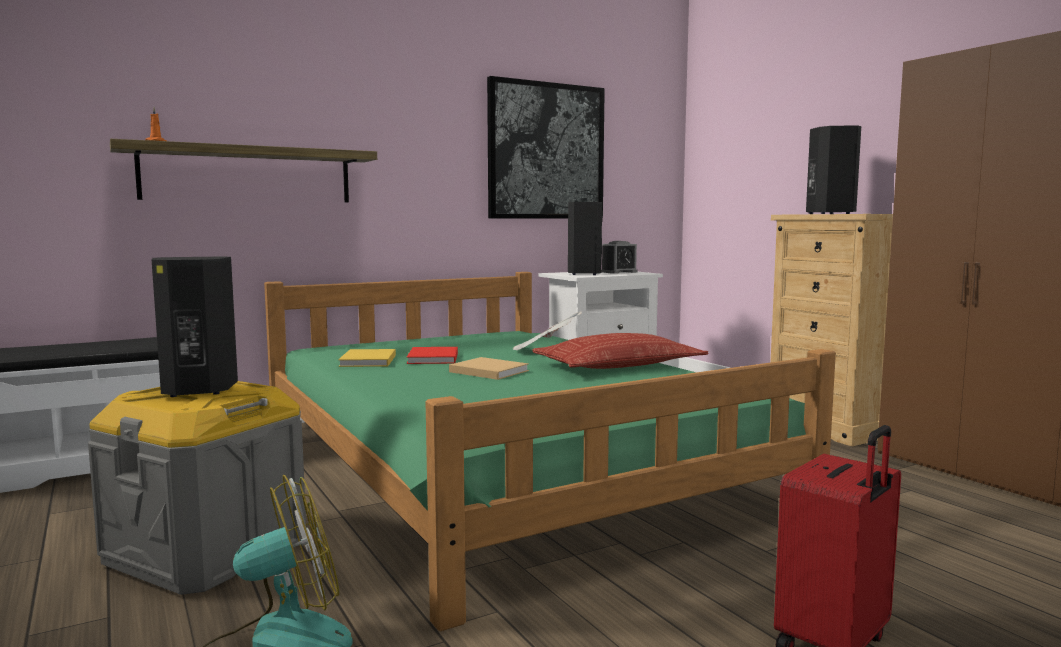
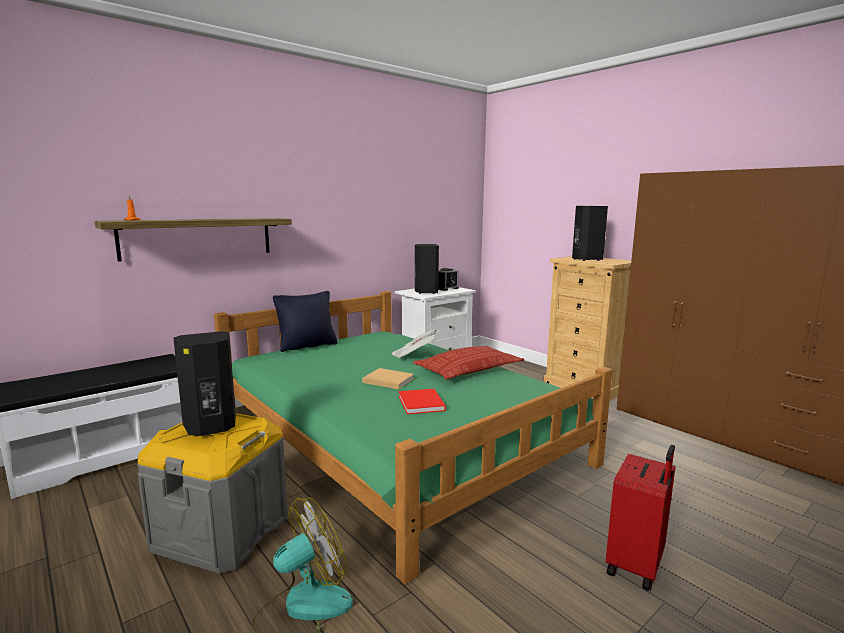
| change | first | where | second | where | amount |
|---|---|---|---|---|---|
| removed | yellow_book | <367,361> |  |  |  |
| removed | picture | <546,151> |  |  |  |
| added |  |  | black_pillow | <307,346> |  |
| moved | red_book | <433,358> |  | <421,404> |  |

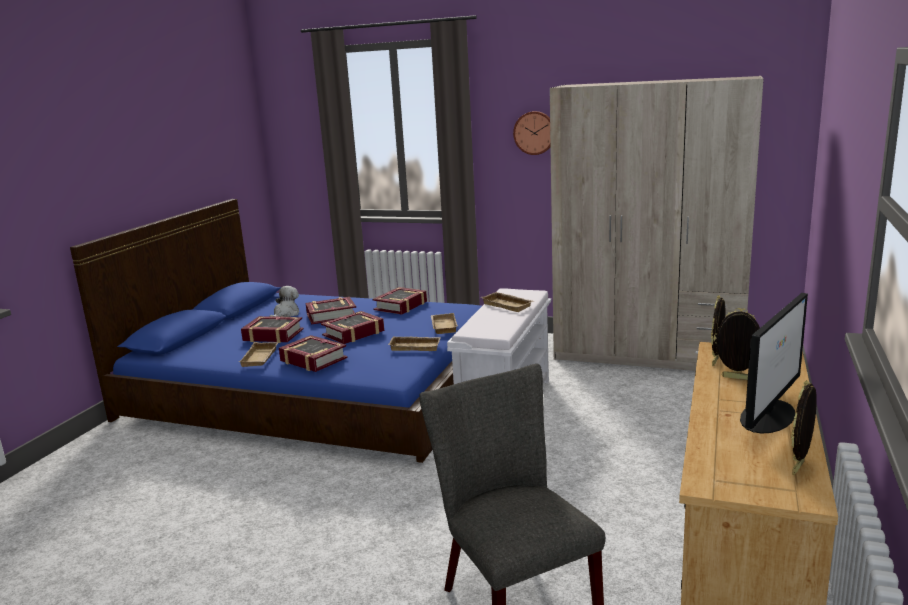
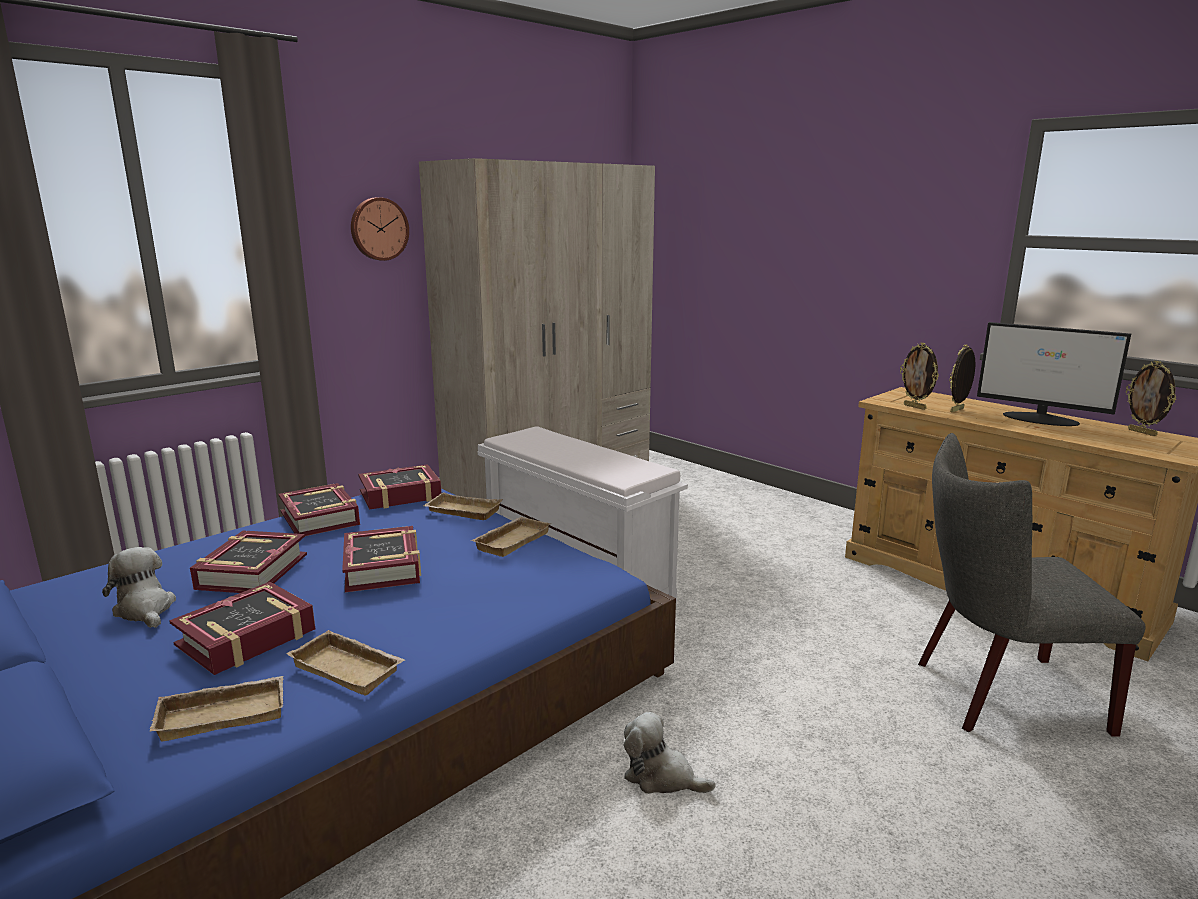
| change | first | where | second | where | amount |
|---|---|---|---|---|---|
| added |  |  | plush_toy | <661,777> |  |
| moved | book | <313,359> |  | <400,495> |  |
| moved | beige_tray | <508,305> |  | <224,713> |  |
| turned | monitor | <768,415> |  | <1041,419> | 150 degrees clockwise |

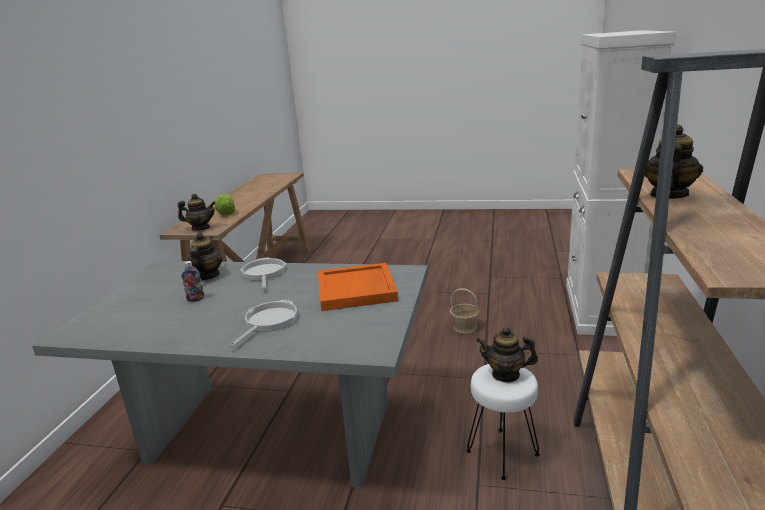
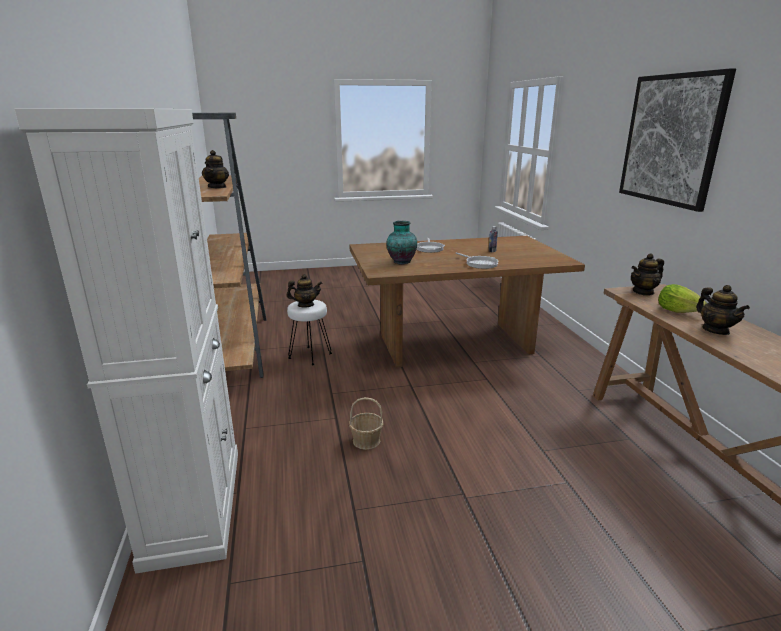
| change | first | where | second | where | amount |
|---|---|---|---|---|---|
| added |  |  | picture | <671,140> |  |
| moved | teapot | <207,276> |  | <715,330> |  |
| replaced | orange_tray | <357,290> | vase | <401,262> |  |
| recoloured | grey_dining_table | <270,432> | brown_dining_table | <454,343> |  |

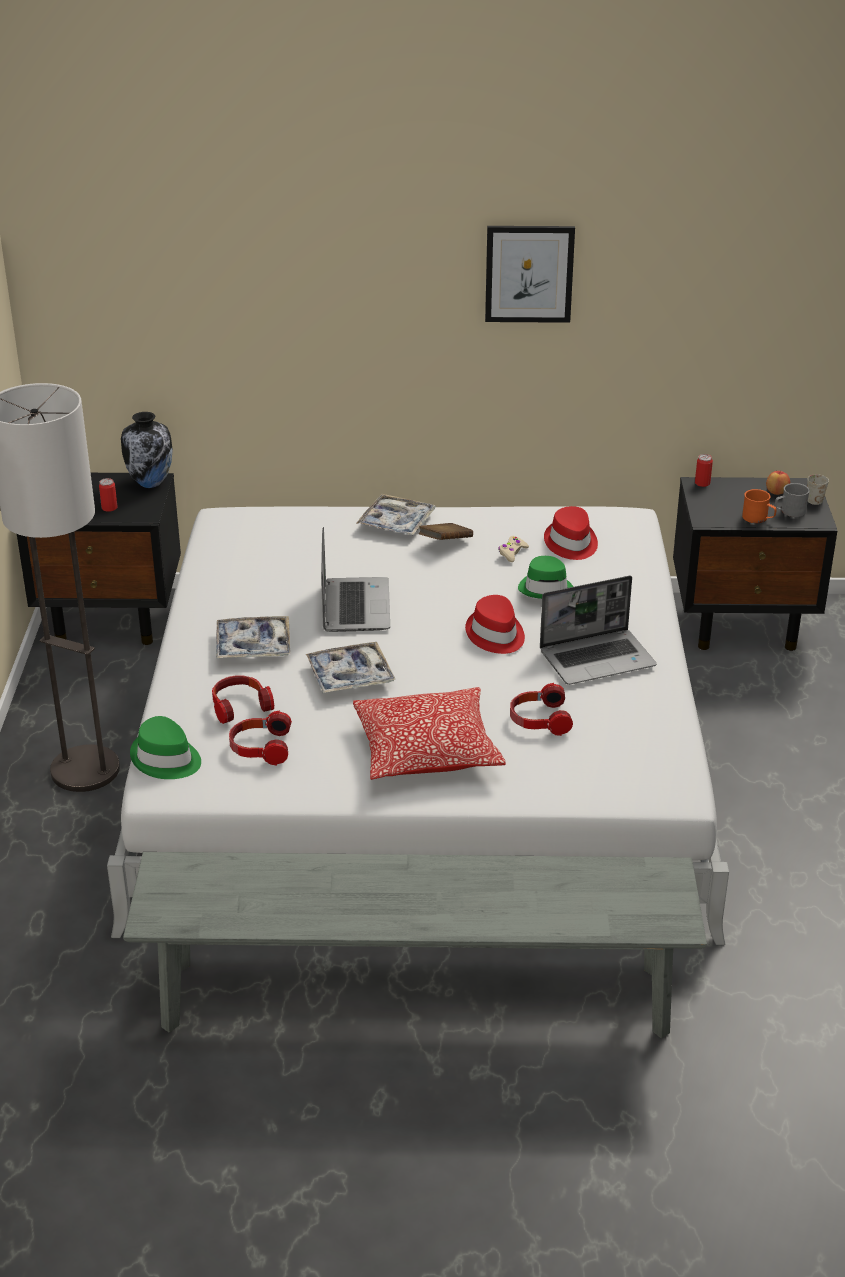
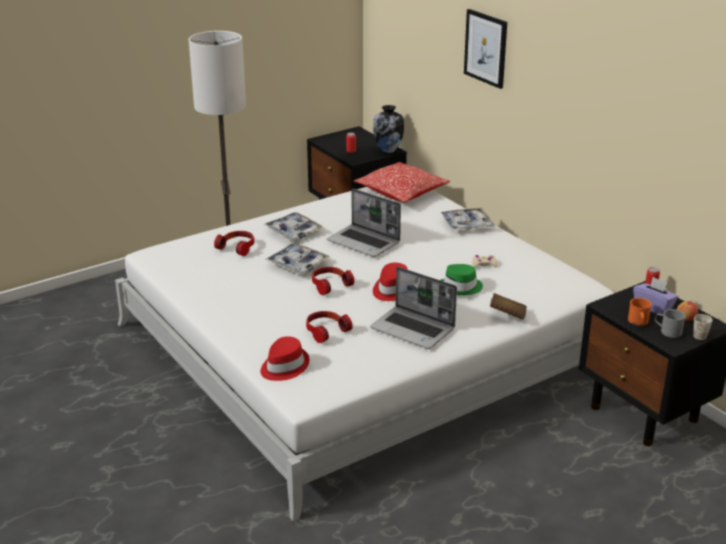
| change | first | where | second | where | amount |
|---|---|---|---|---|---|
| removed | grey_bench | <416,997> |  |  |  |
| removed | green_hat | <166,759> |  |  |  |
| added |  |  | purple_tissue_box | <653,307> |  |
| moved | headphones | <260,748> |  | <329,285> |  |
| moved | pillow | <427,751> |  | <401,193> |  |
| moved | brown_book | <445,543> |  | <507,315> |  |
| moved | picture | <529,273> |  | <486,48> |  |
| moved | red_hat | <571,543> |  | <284,366> |  |
| turned | laptop | <354,606> |  | <364,242> | 75 degrees clockwise |

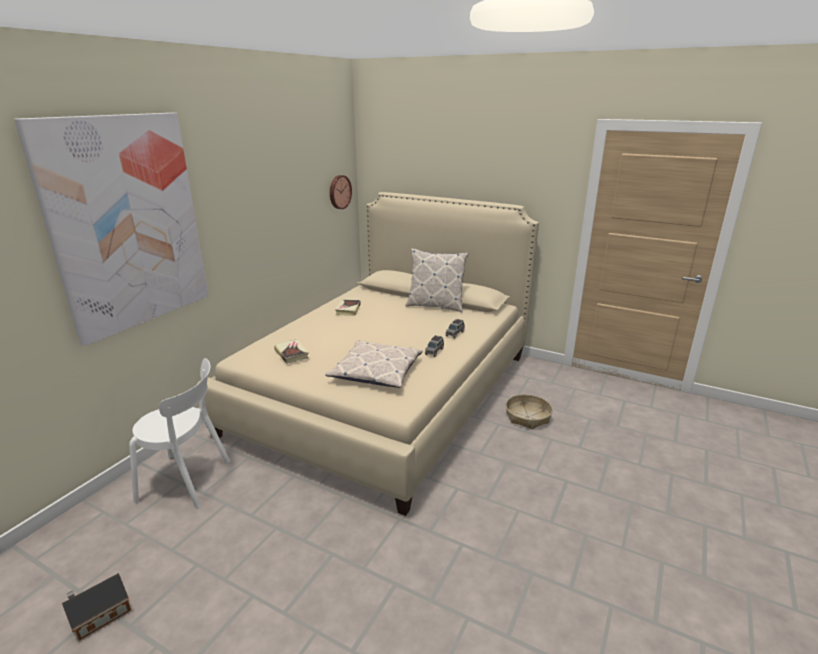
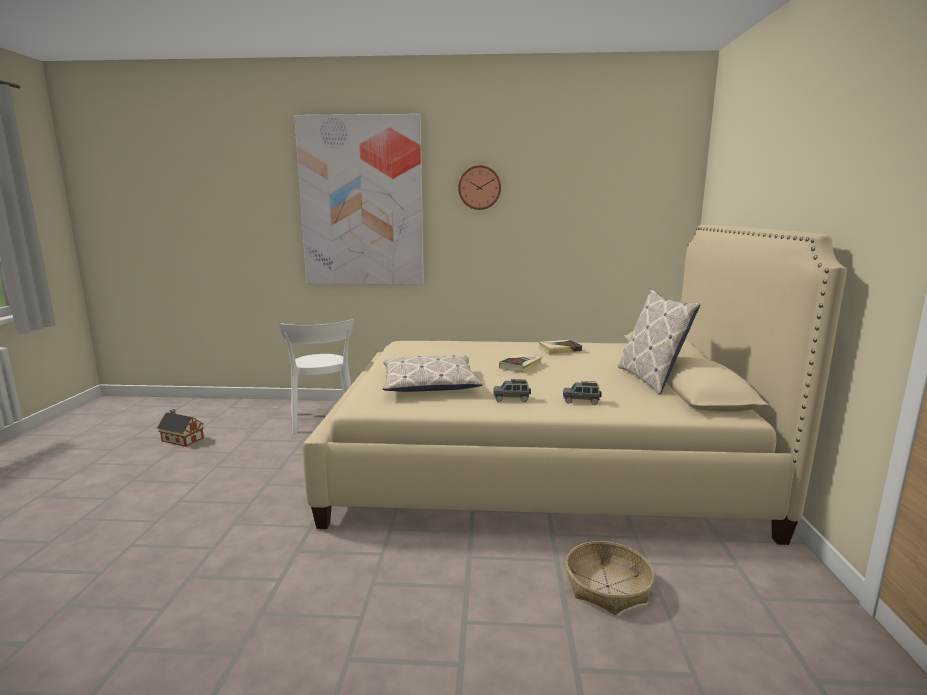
| change | first | where | second | where | amount |
|---|---|---|---|---|---|
| moved | book | <292,354> |  | <521,366> |  |
| moved | wall_clock | <339,192> |  | <479,188> |  |

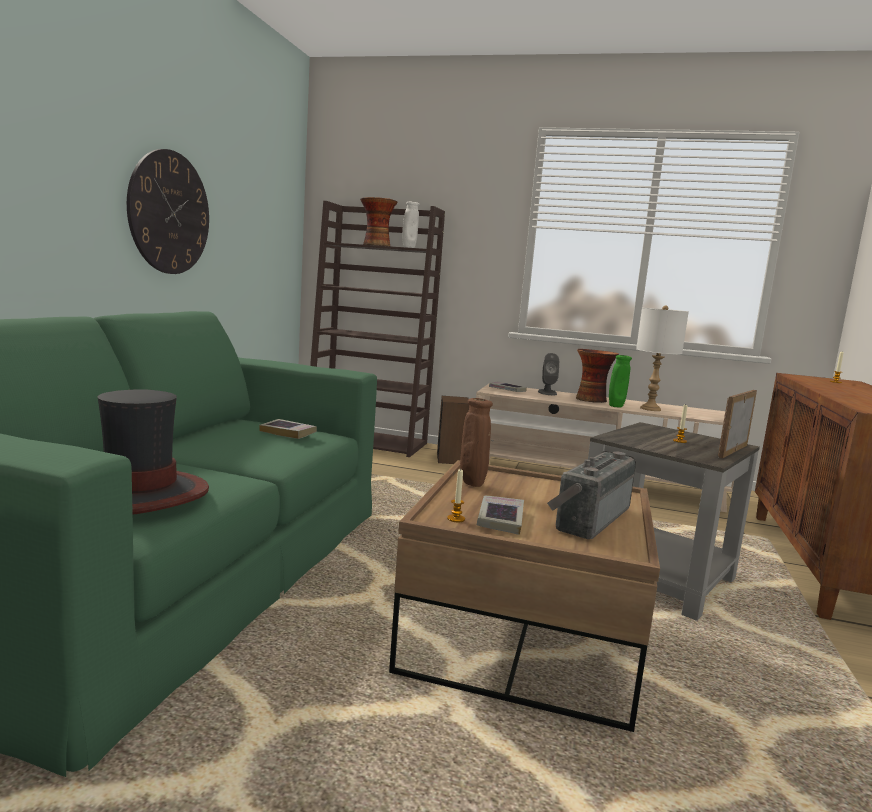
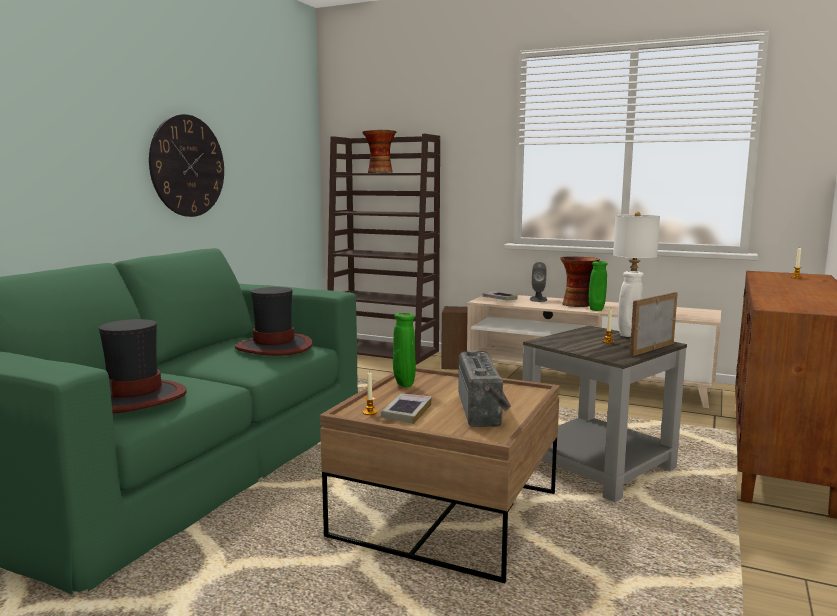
| change | first | where | second | where | amount |
|---|---|---|---|---|---|
| moved | white_vase | <408,248> |  | <628,336> |  |
| replaced | book | <288,432> | hat | <274,347> |  |
| recoloured | brown_vase | <472,484> | green_vase | <404,385> |  |
| turned | radio | <587,518> |  | <484,410> | 135 degrees clockwise |

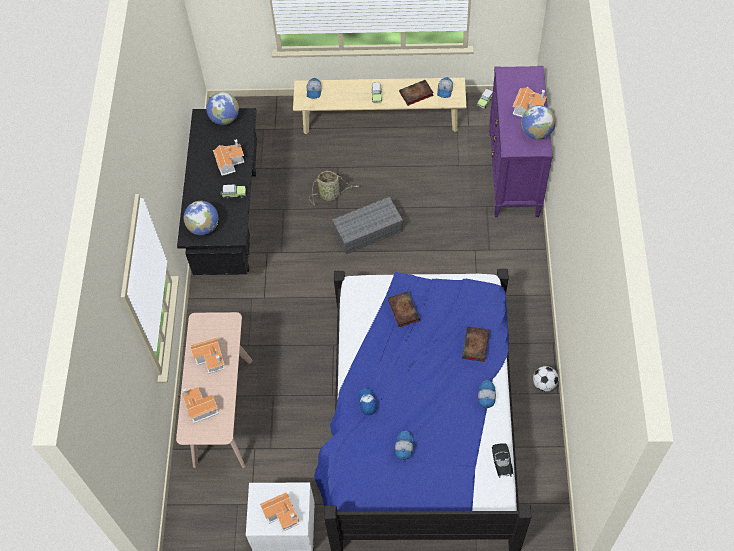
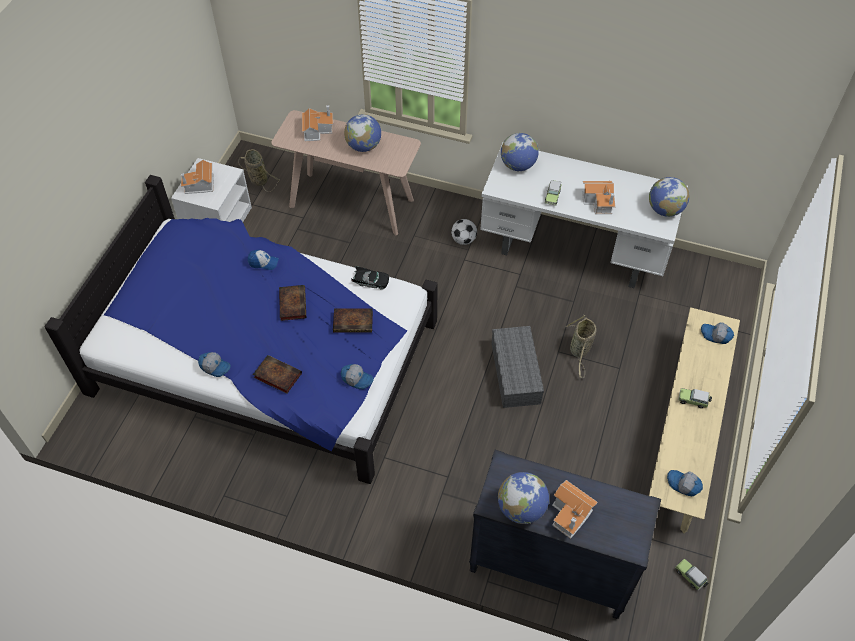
| change | first | where | second | where | amount |
|---|---|---|---|---|---|
| added |  |  | basket | <257,179> |  |
| moved | cap | <403,447> |  | <357,379> |  |
| moved | book | <415,94> |  | <292,303> |  |
| moved | black_toy_car | <501,462> |  | <370,281> |  |
| moved | football | <544,384> |  | <463,240> |  |
| replaced | toy_house | <211,358> | globe | <363,146> |  |
| recoloured | black_desk | <229,220> | white_desk | <573,251> |  |
| recoloured | purple_dresser | <514,174> | black_dresser | <549,566> |  |

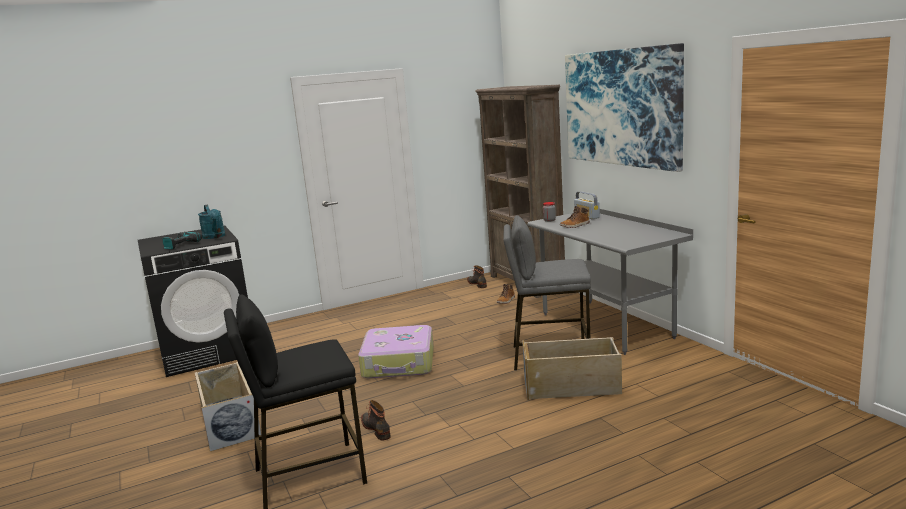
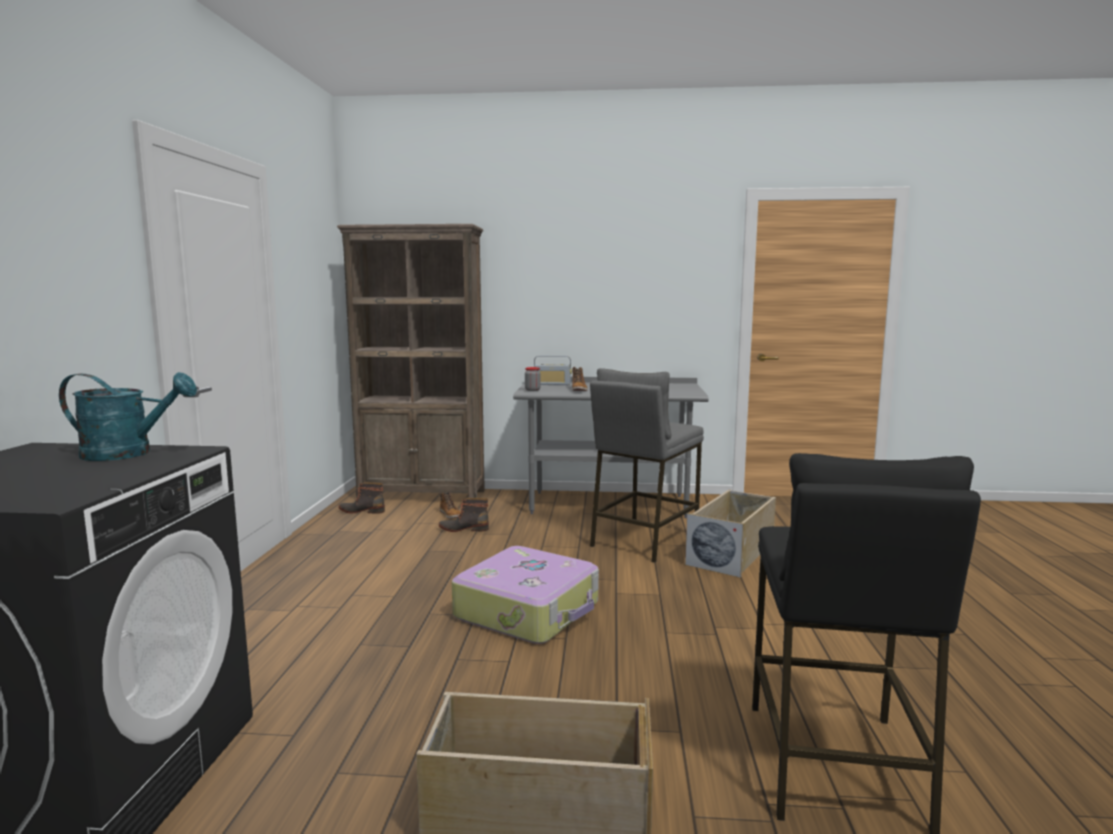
| change | first | where | second | where | amount |
|---|---|---|---|---|---|
| removed | power_drill | <180,245> |  |  |  |
| removed | picture | <621,107> |  |  |  |
| moved | boot | <377,428> |  | <464,529> |  |

